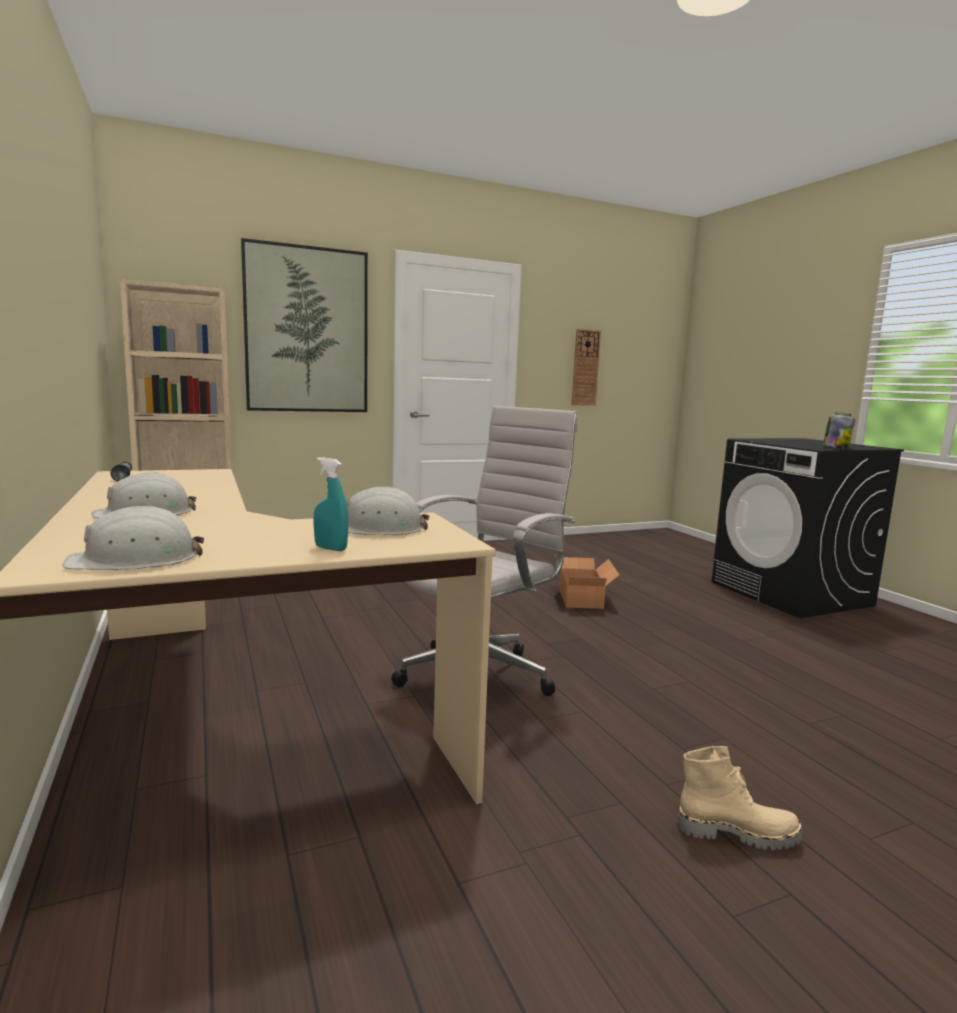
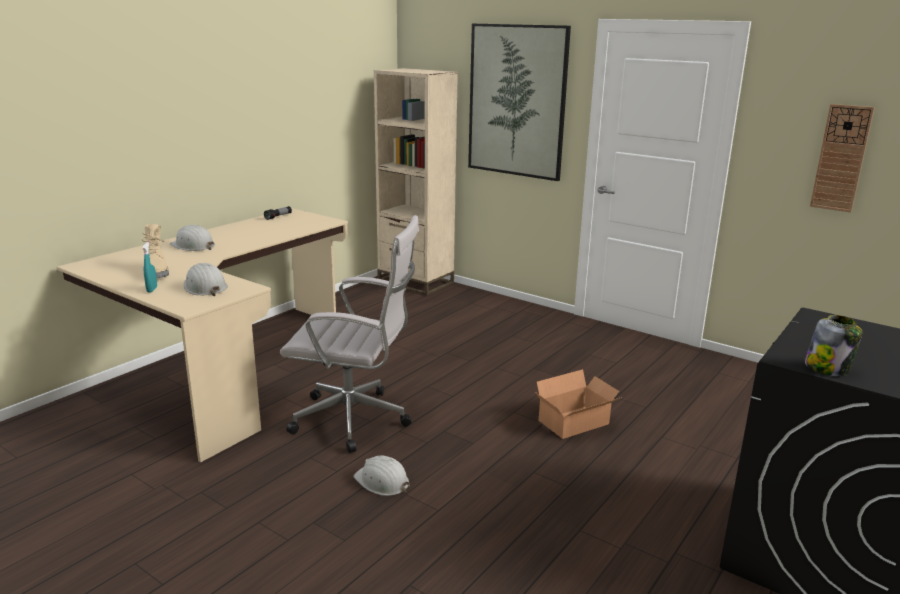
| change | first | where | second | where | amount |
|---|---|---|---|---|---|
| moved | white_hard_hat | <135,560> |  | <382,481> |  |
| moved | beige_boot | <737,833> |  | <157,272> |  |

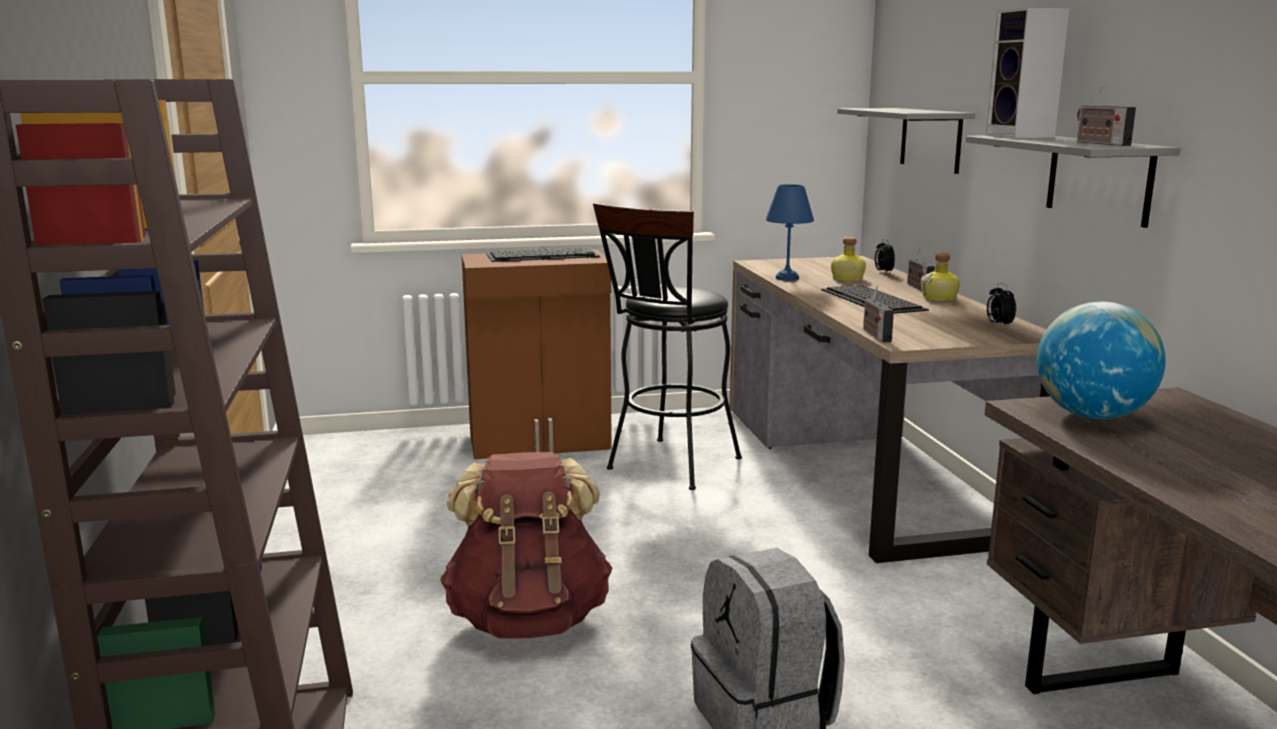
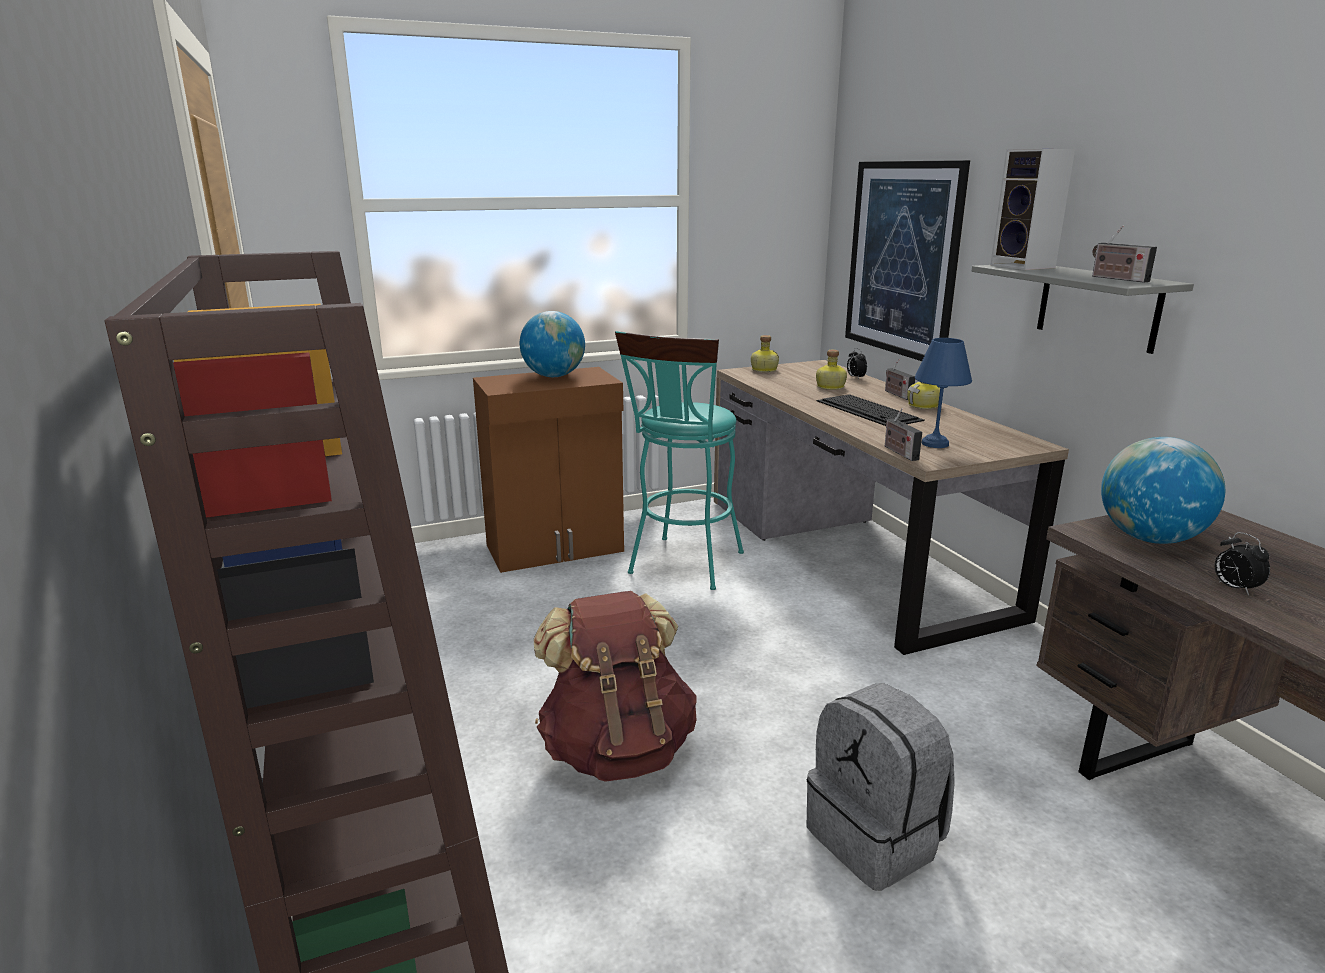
| change | first | where | second | where | amount |
|---|---|---|---|---|---|
| added |  |  | bottle | <763,370> |  |
| moved | blue_table_lamp | <788,278> |  | <936,444> |  |
| moved | alarm_clock | <998,325> |  | <1234,588> |  |
| replaced | keyboard | <543,255> | globe | <553,376> |  |
| replaced | grey_shelf | <930,139> | picture | <902,259> |  |
| recoloured | black_stool | <669,467> | turquoise_stool | <683,567> |  |

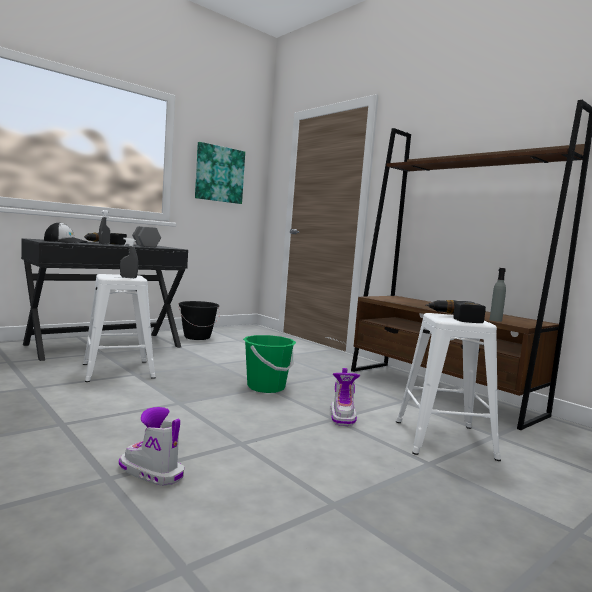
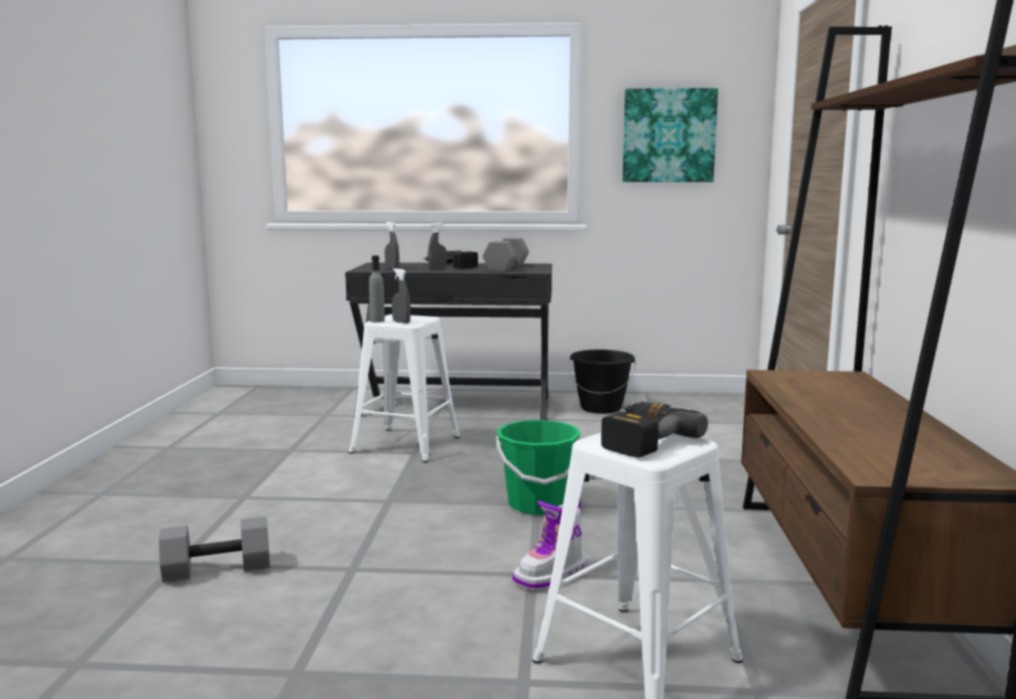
| change | first | where | second | where | amount |
|---|---|---|---|---|---|
| moved | grey_bottle | <495,320> |  | <377,321> |  |
| replaced | cap | <66,242> | grey_spray_bottle | <392,268> |  |
| replaced | boot | <150,472> | grey_dumbbell | <216,570> |  |

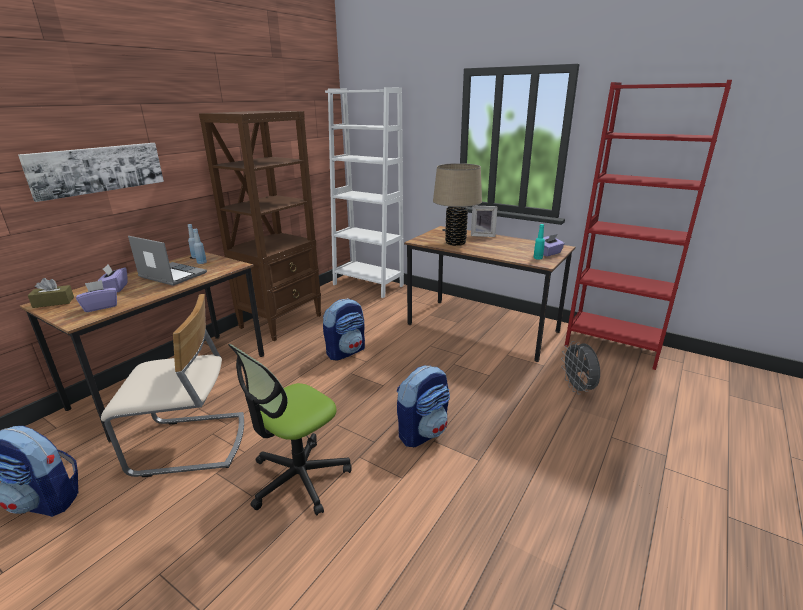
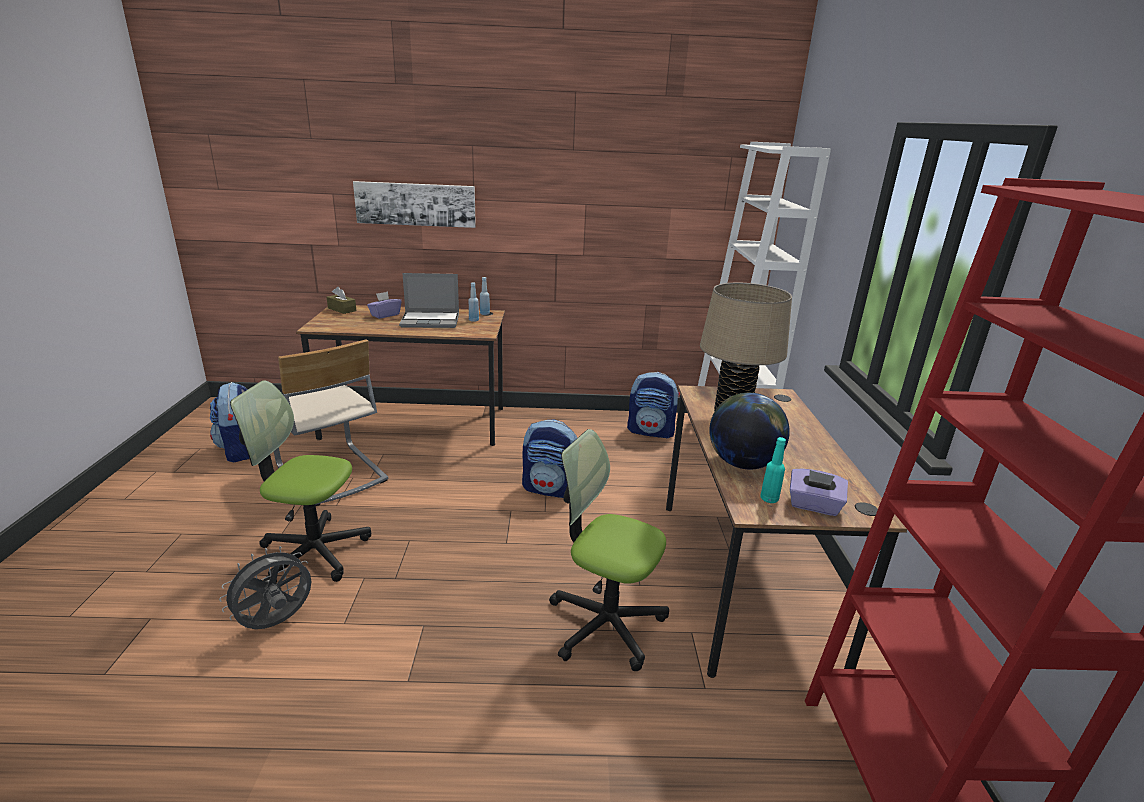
| change | first | where | second | where | amount |
|---|---|---|---|---|---|
| removed | purple_tissue_box | <101,306> |  |  |  |
| removed | brown_bookcase | <282,321> |  |  |  |
| removed | picture_frame | <483,235> |  |  |  |
| added |  |  | office_chair | <605,623> |  |
| added |  |  | globe | <742,463> |  |
| moved | backpack | <423,432> |  | <651,431> |  |
| moved | grey_fan | <578,388> |  | <276,623> |  |
| turned | laptop | <171,275> |  | <431,321> | 90 degrees clockwise |

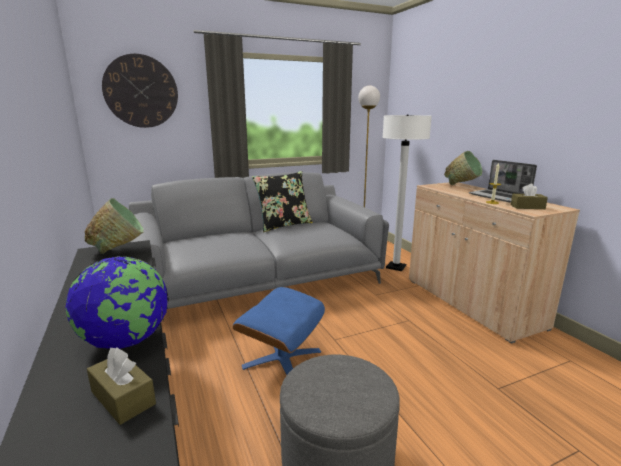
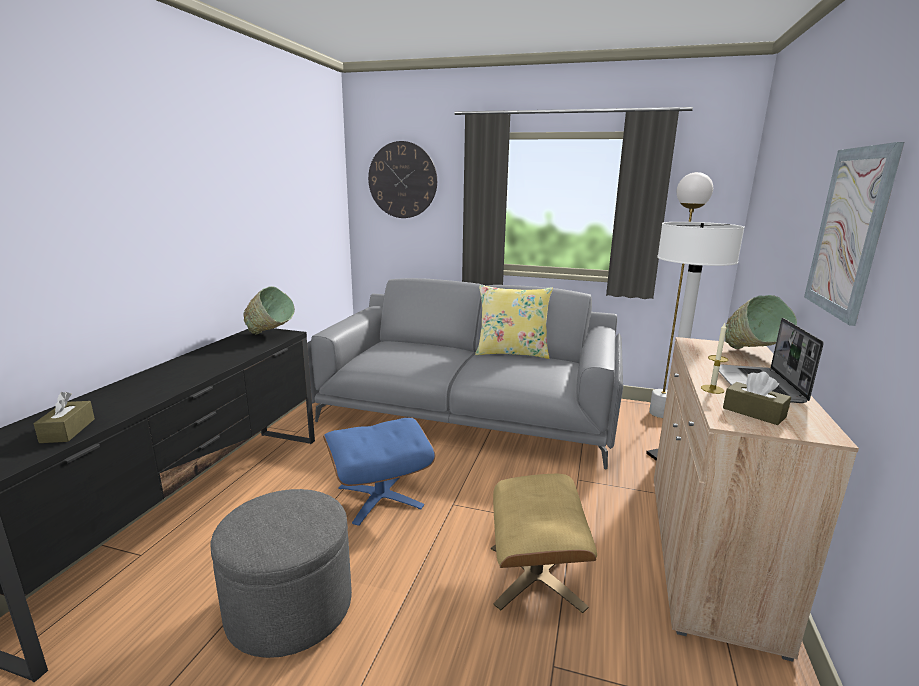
| change | first | where | second | where | amount |
|---|---|---|---|---|---|
| removed | globe | <126,341> |  |  |  |
| added |  |  | beige_ottoman | <536,576> |  |
| added |  |  | picture | <849,232> |  |
| recoloured | black_pillow | <283,225> | yellow_pillow | <512,353> |  |

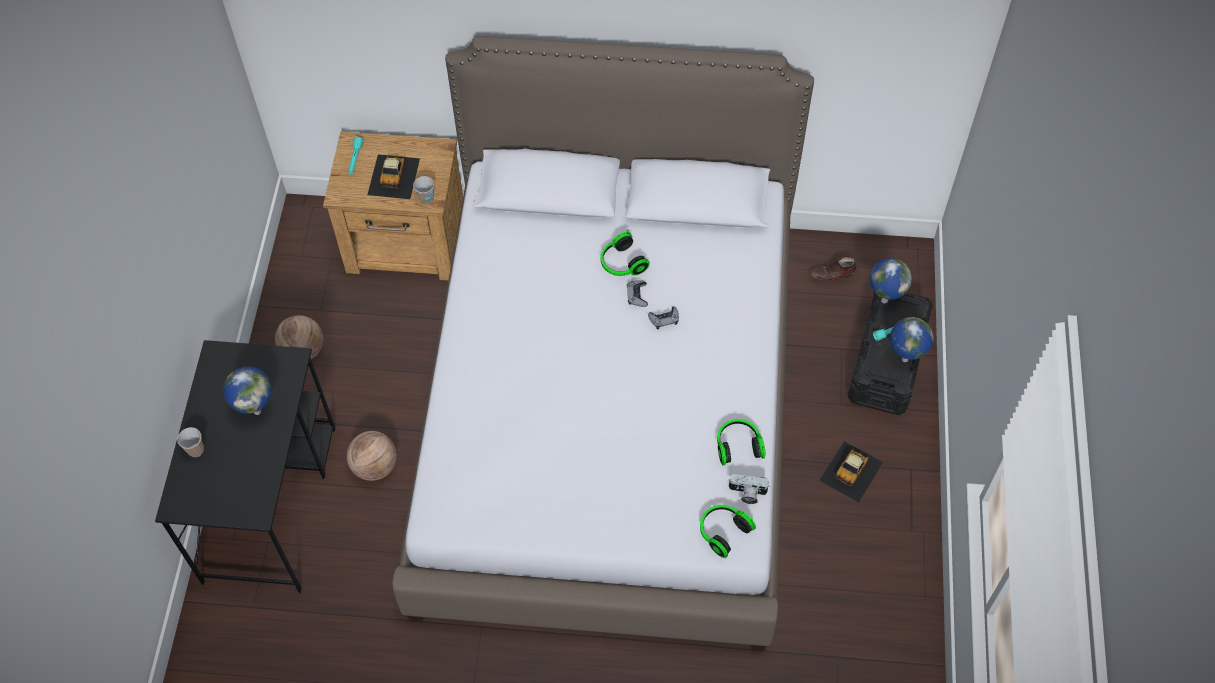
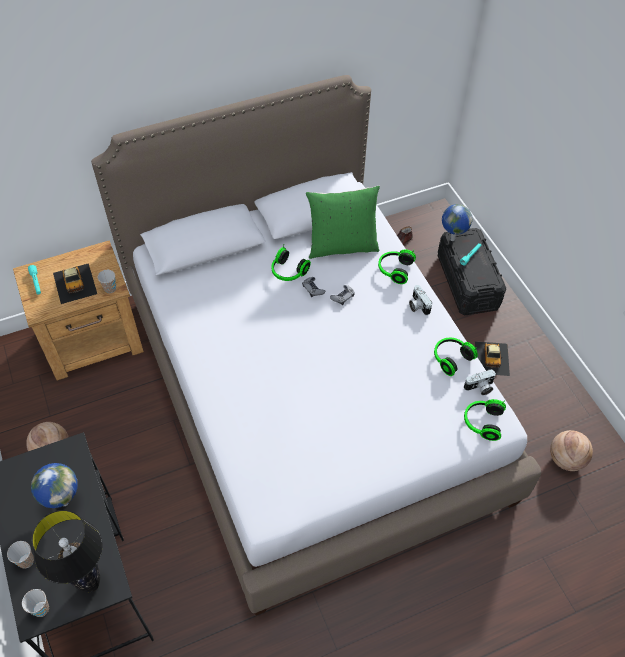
| change | first | where | second | where | amount |
|---|---|---|---|---|---|
| removed | globe | <904,359> |  |  |  |
| added |  |  | cup | <41,609> |  |
| added |  |  | black_table_lamp | <91,584> |  |
| added |  |  | green_pillow | <342,246> |  |
| added |  |  | headphones | <394,270> |  |
| added |  |  | photo_camera | <417,305> |  |
| moved | basketball | <375,466> |  | <565,460> |  |

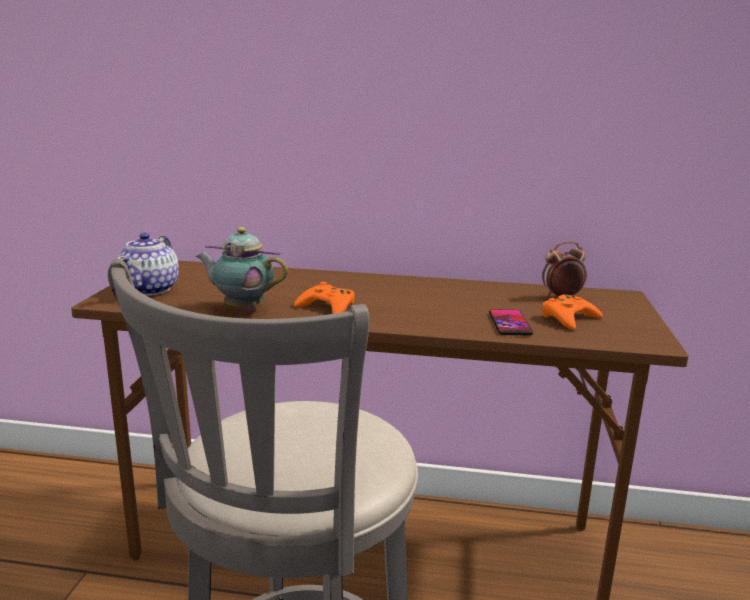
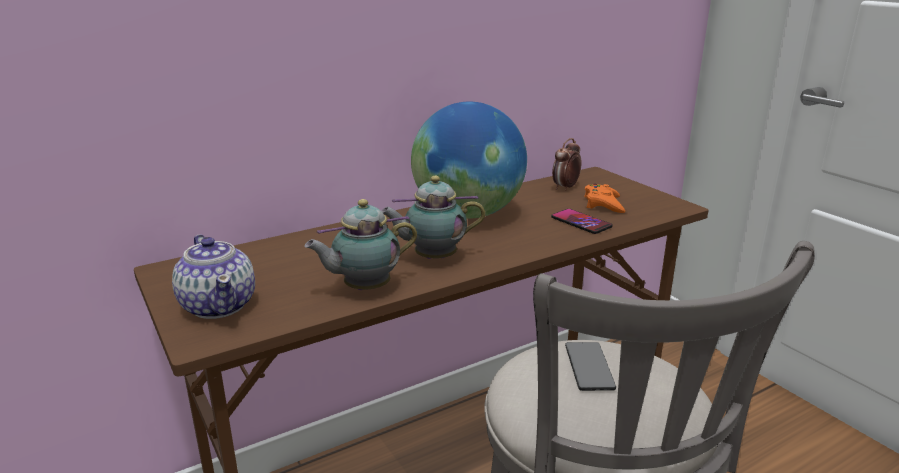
| change | first | where | second | where | amount |
|---|---|---|---|---|---|
| added |  |  | globe | <467,214> |  |
| added |  |  | phone | <589,367> |  |
| replaced | orange_game_controller | <327,307> | teapot | <432,258> |  |

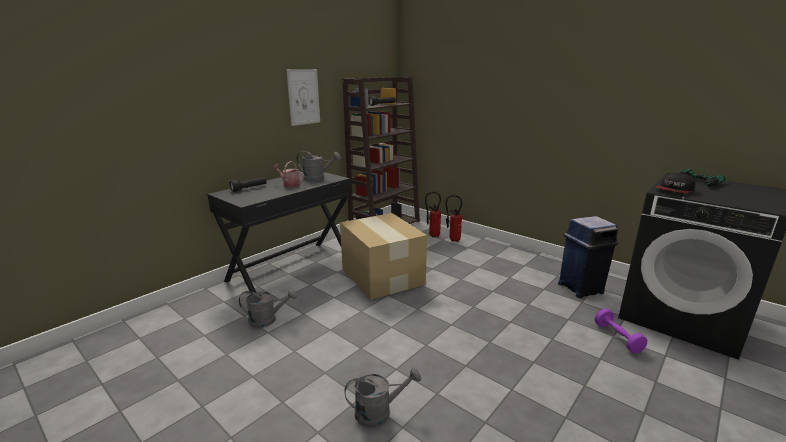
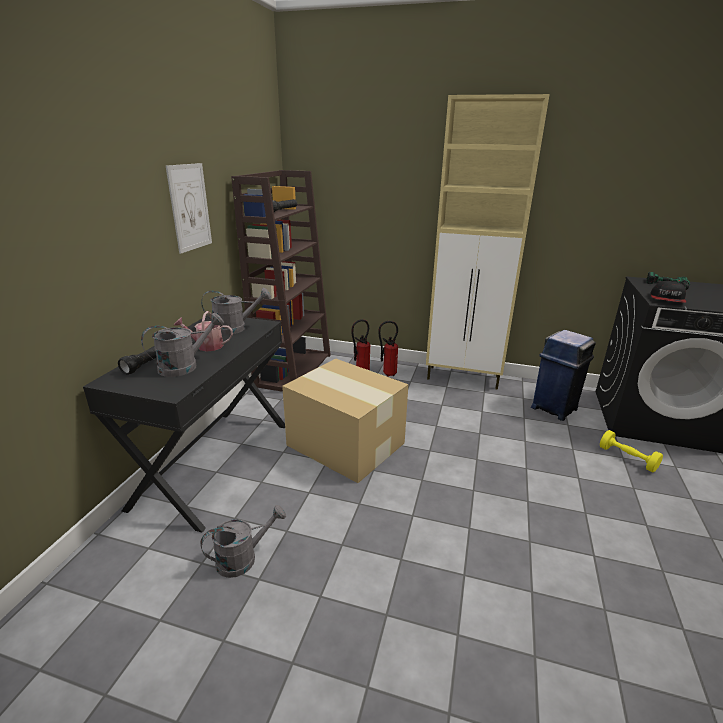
| change | first | where | second | where | amount |
|---|---|---|---|---|---|
| added |  |  | beige_cabinet | <464,378> |  |
| moved | grey_watering_can | <379,412> |  | <185,366> |  |
| recoloured | purple_dumbbell | <617,338> | yellow_dumbbell | <627,458> |  |

